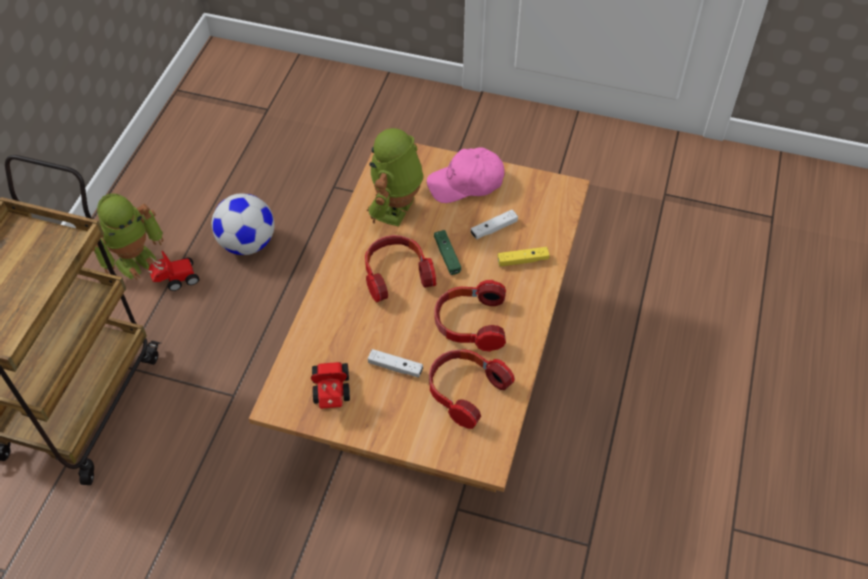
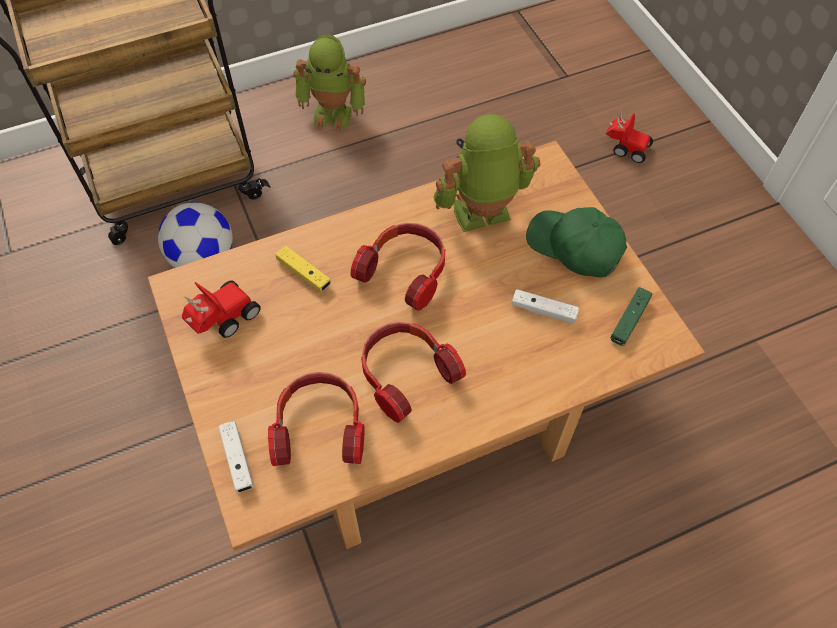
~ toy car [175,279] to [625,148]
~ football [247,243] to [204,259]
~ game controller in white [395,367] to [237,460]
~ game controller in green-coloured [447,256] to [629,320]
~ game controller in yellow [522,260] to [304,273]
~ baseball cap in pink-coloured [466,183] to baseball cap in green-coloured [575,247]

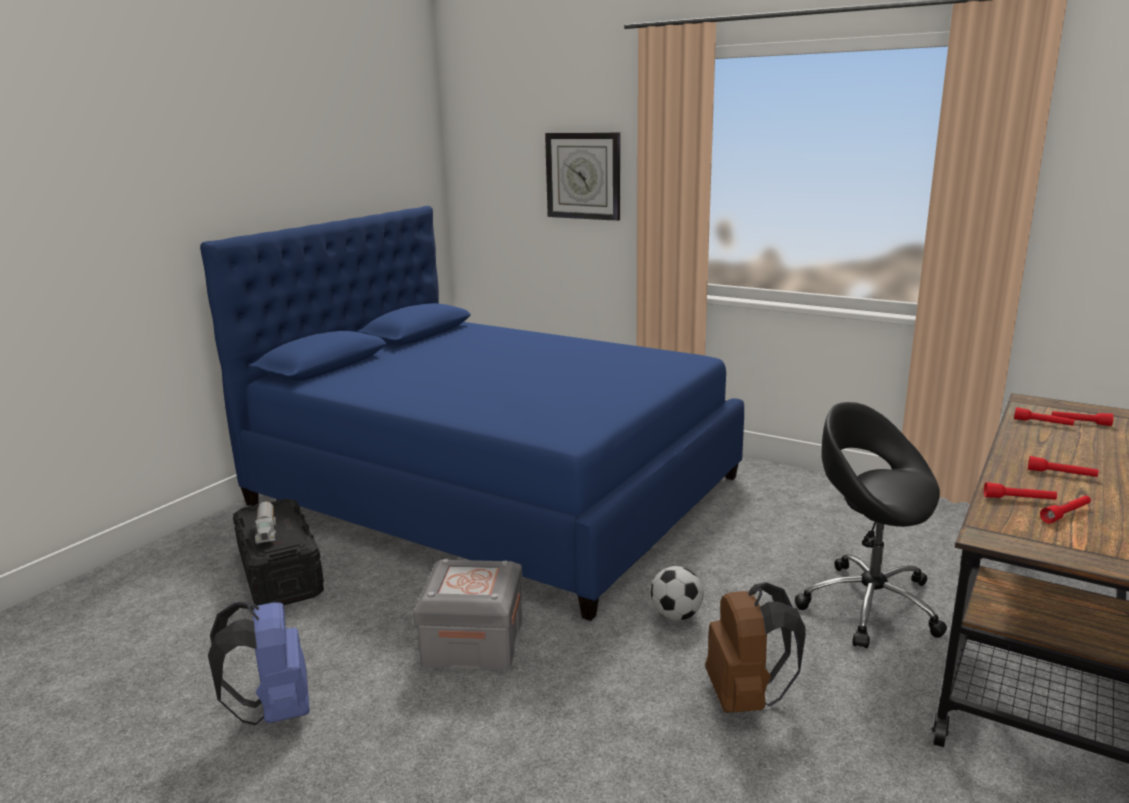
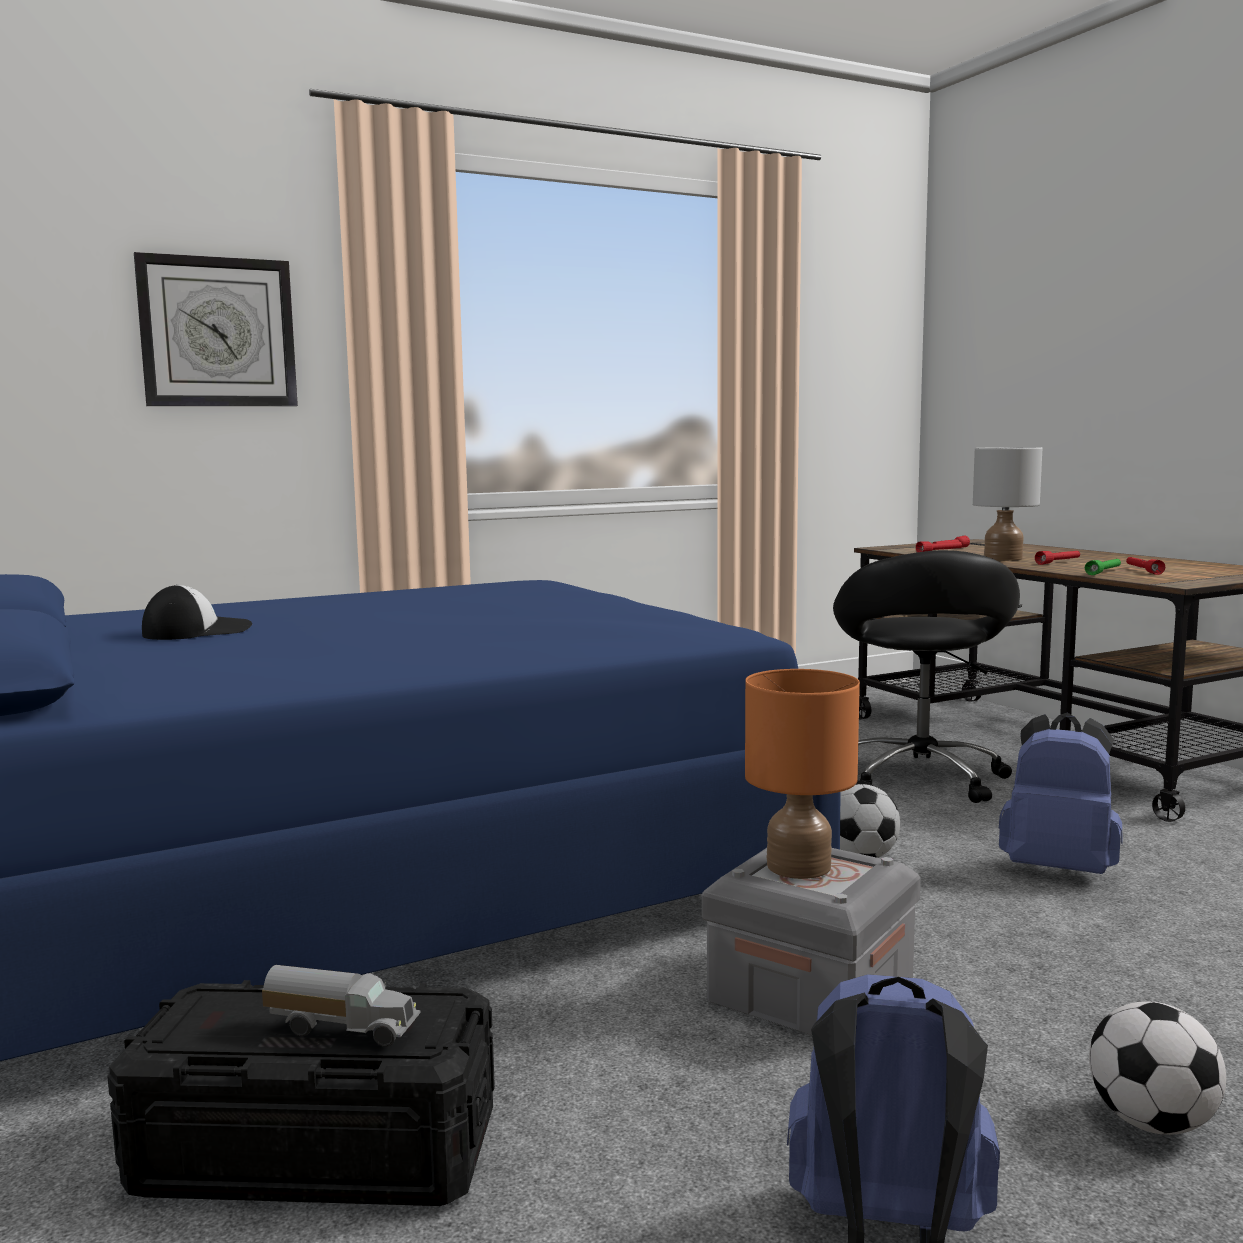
+ baseball cap [197,631]
+ lamp for a table in orangey [799,866]
+ lamp for a table in gray [1003,558]
+ football [1152,1123]
~ rucksack in brown-coloured [746,698] to rucksack in bluish [1058,868]
~ hand torch in reddish [1019,499] to hand torch in green-coloured [1104,572]
~ desk chair in black-coloured [867,604] = [919,780] 60 degrees counterclockwise

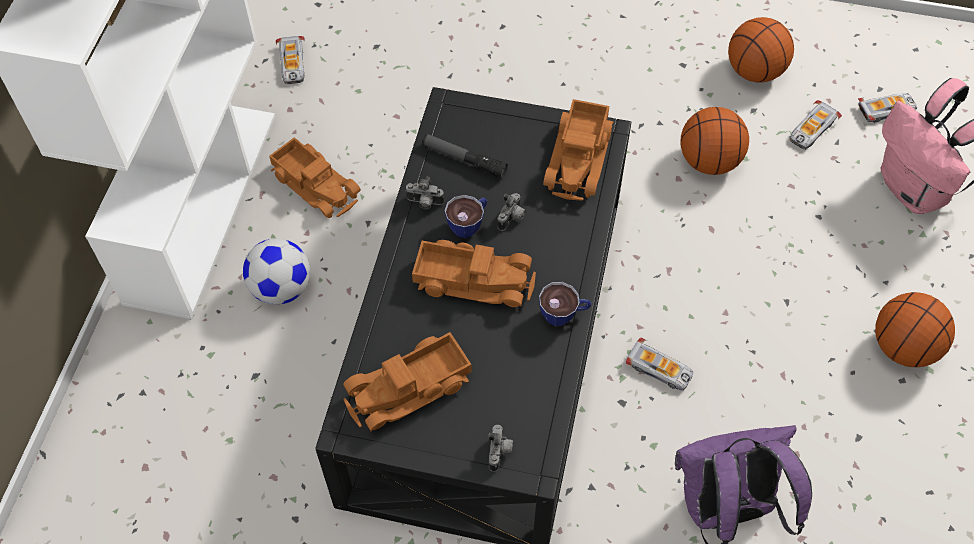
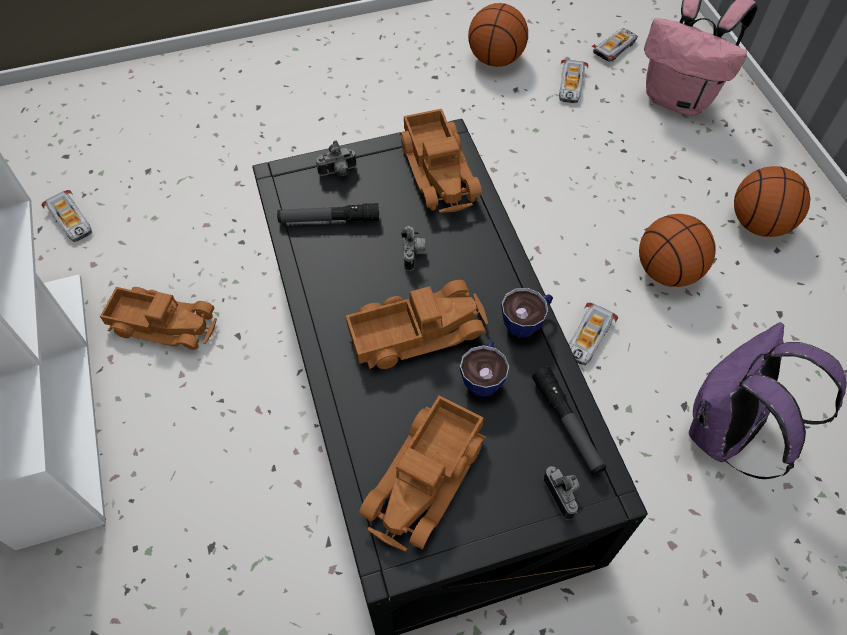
- football [281,288]
+ hand torch [567,424]
~ photo camera [424,203] to [338,172]
~ drinking cup [469,224] to [483,376]
~ ball for basketball [709,161] to [667,271]
~ toy car [659,369] = [588,338] 120 degrees clockwise

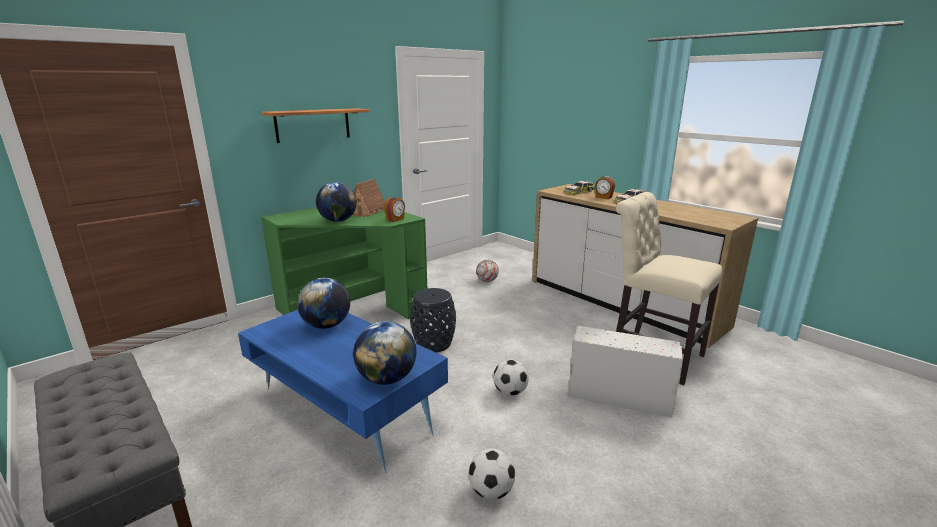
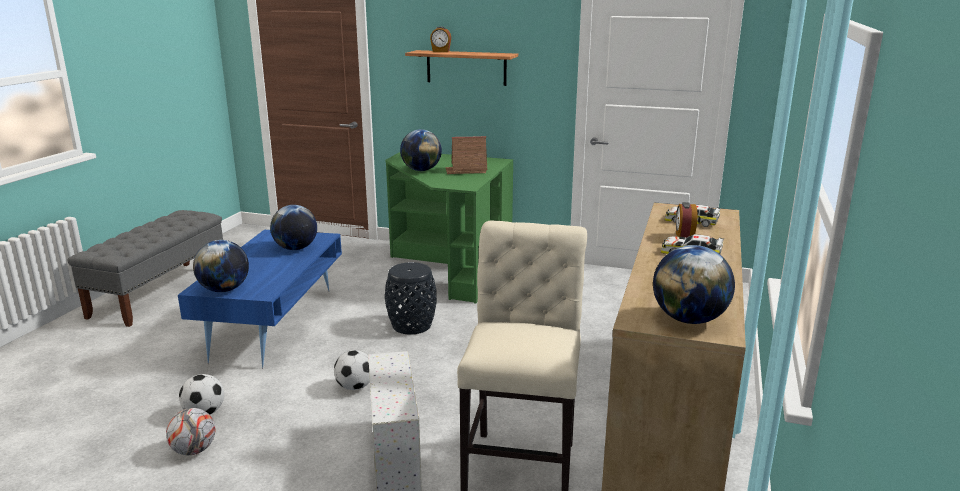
+ globe [689,319]
~ table clock [395,219] to [441,51]
~ football [487,281] to [194,450]

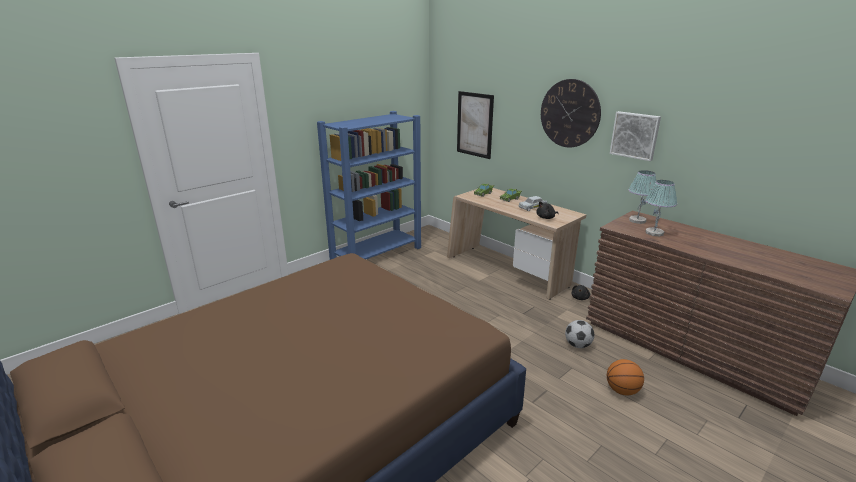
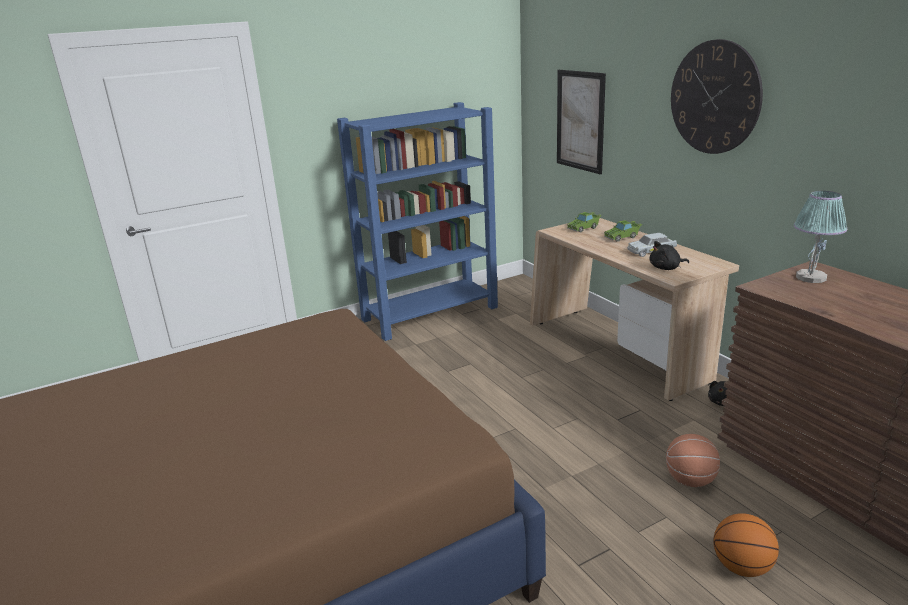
- wall picture [635,135]
- lamp for a table [654,233]
~ football [577,345] to ball for basketball [690,480]

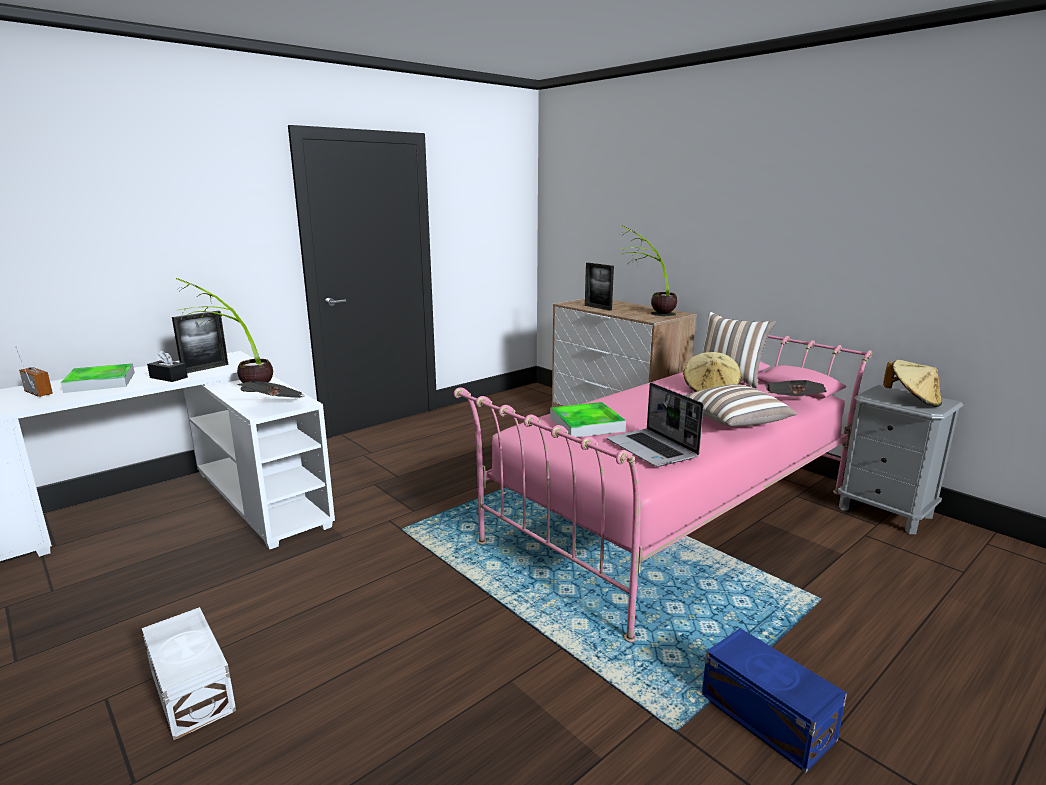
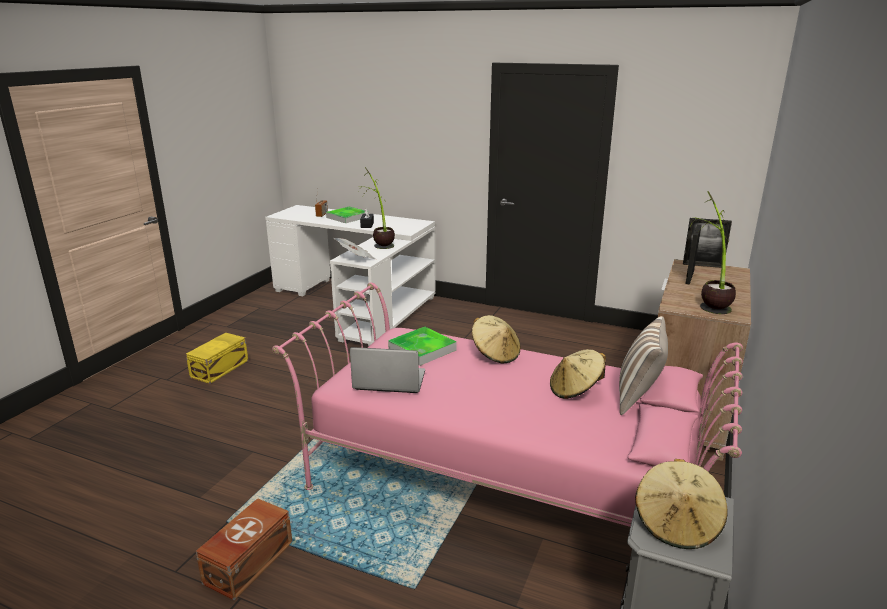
- throw pillow [732,422]
- newspaper [792,403]
+ clothing hat in beige-coloured [495,354]
~ standing frame [205,368] to [702,265]
~ storage bin in white [193,689] to storage bin in yellow [221,368]
~ storage bin in bluish [767,719] to storage bin in brown-coloured [247,563]
~ laptop [653,449] = [388,381] 60 degrees clockwise

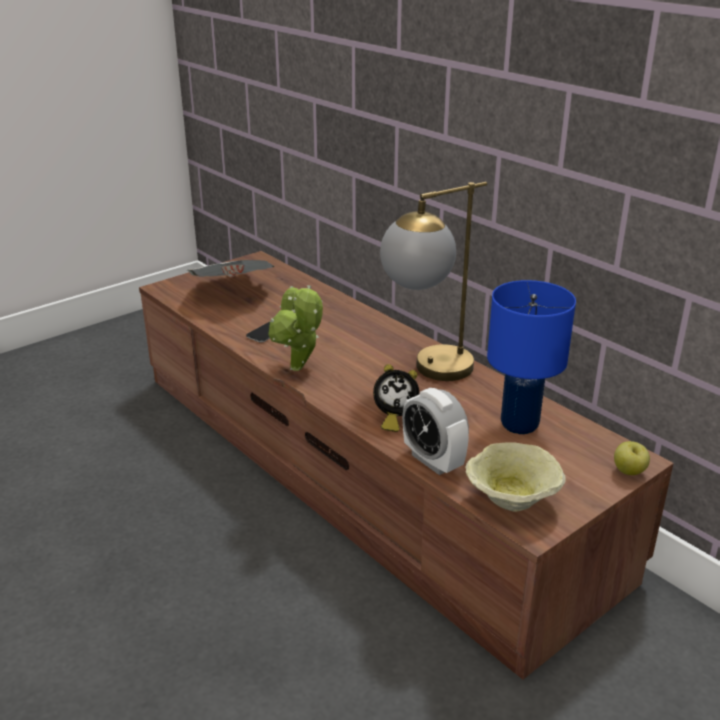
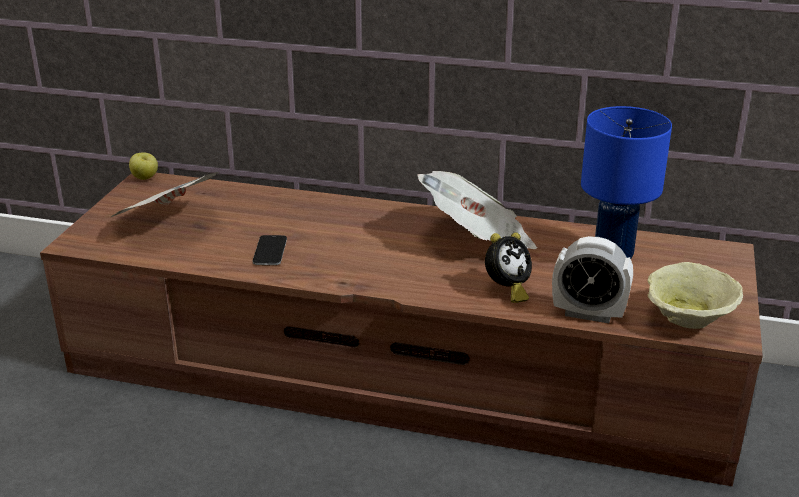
- houseplant [299,370]
~ apple fruit [629,472] to [145,178]
~ lamp for a table [427,372] to newspaper [478,238]

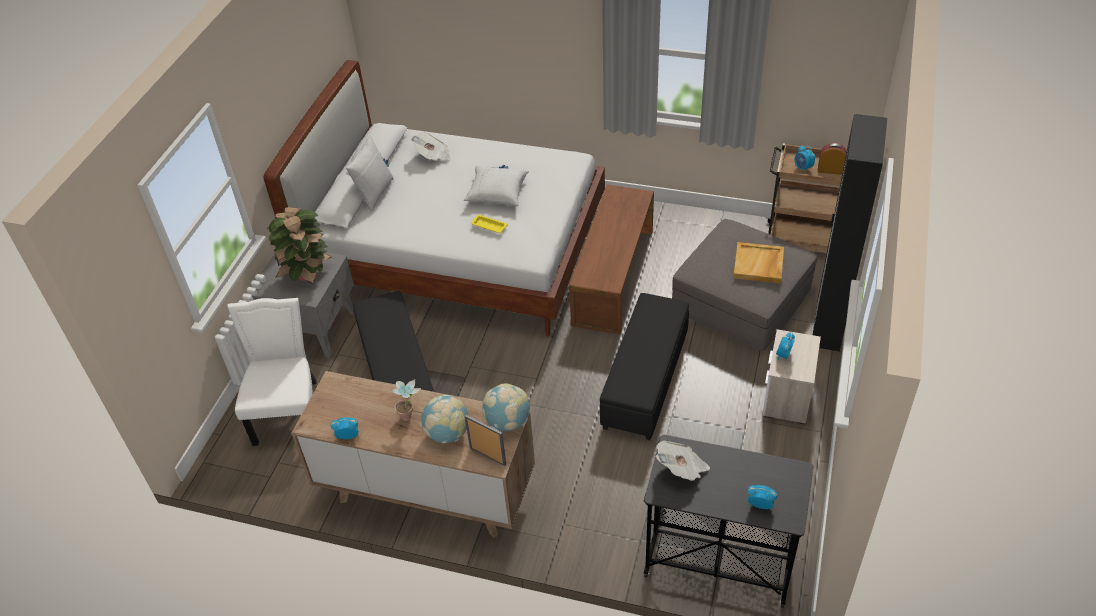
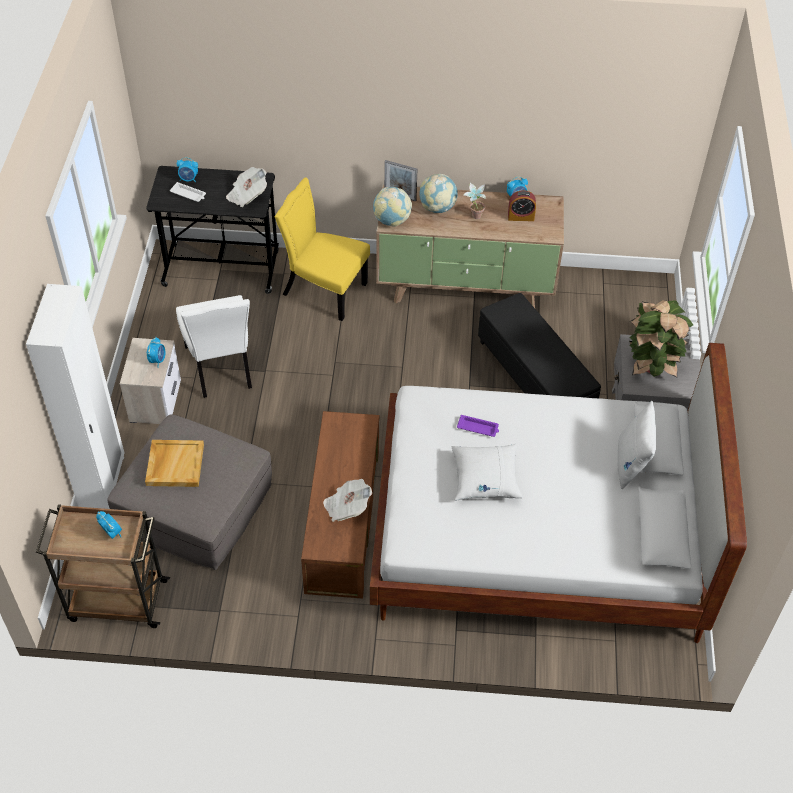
- ottoman in black-coloured [646,381]
+ serving tray in white [188,194]
+ upright chair in yellow [325,291]
~ upright chair in white [288,414] to [220,364]
~ newspaper [433,156] to [347,507]
~ table clock [830,170] to [521,217]
~ serving tray in yellow [488,226] to serving tray in purple [478,428]
~ wardrobe in black-coloured [828,325] to wardrobe in white [103,484]

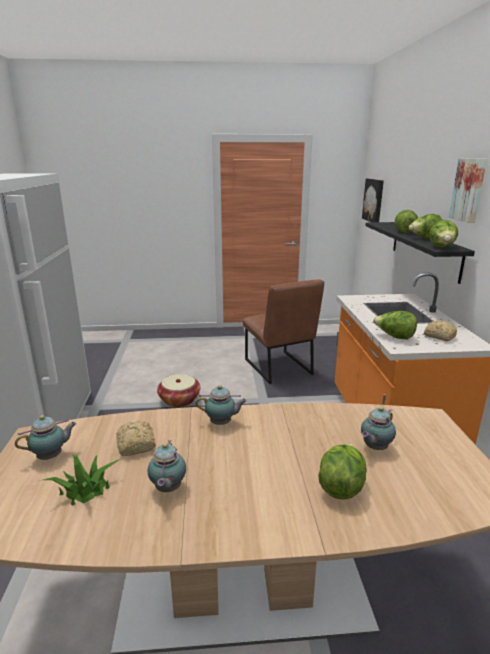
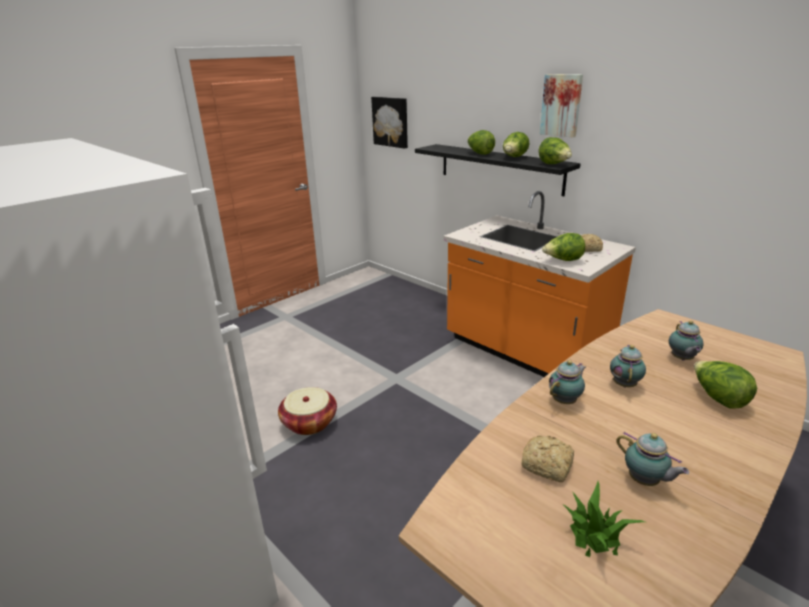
- upright chair in brown-coloured [278,367]
~ pot for tea [52,456] to [624,384]

